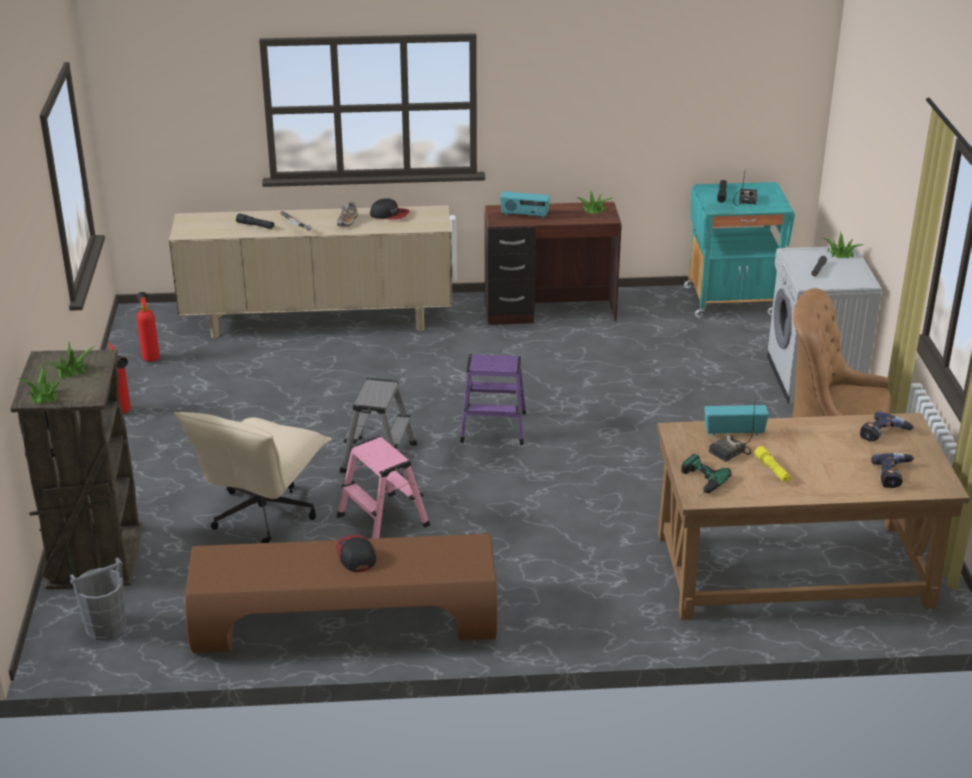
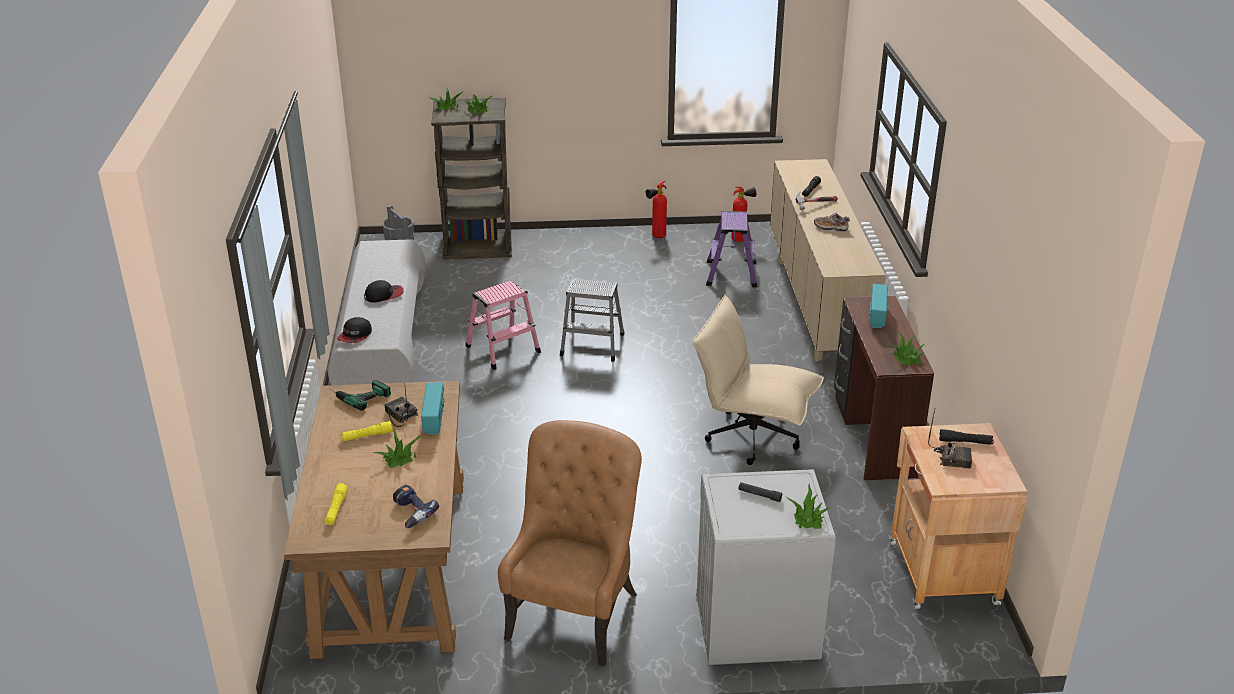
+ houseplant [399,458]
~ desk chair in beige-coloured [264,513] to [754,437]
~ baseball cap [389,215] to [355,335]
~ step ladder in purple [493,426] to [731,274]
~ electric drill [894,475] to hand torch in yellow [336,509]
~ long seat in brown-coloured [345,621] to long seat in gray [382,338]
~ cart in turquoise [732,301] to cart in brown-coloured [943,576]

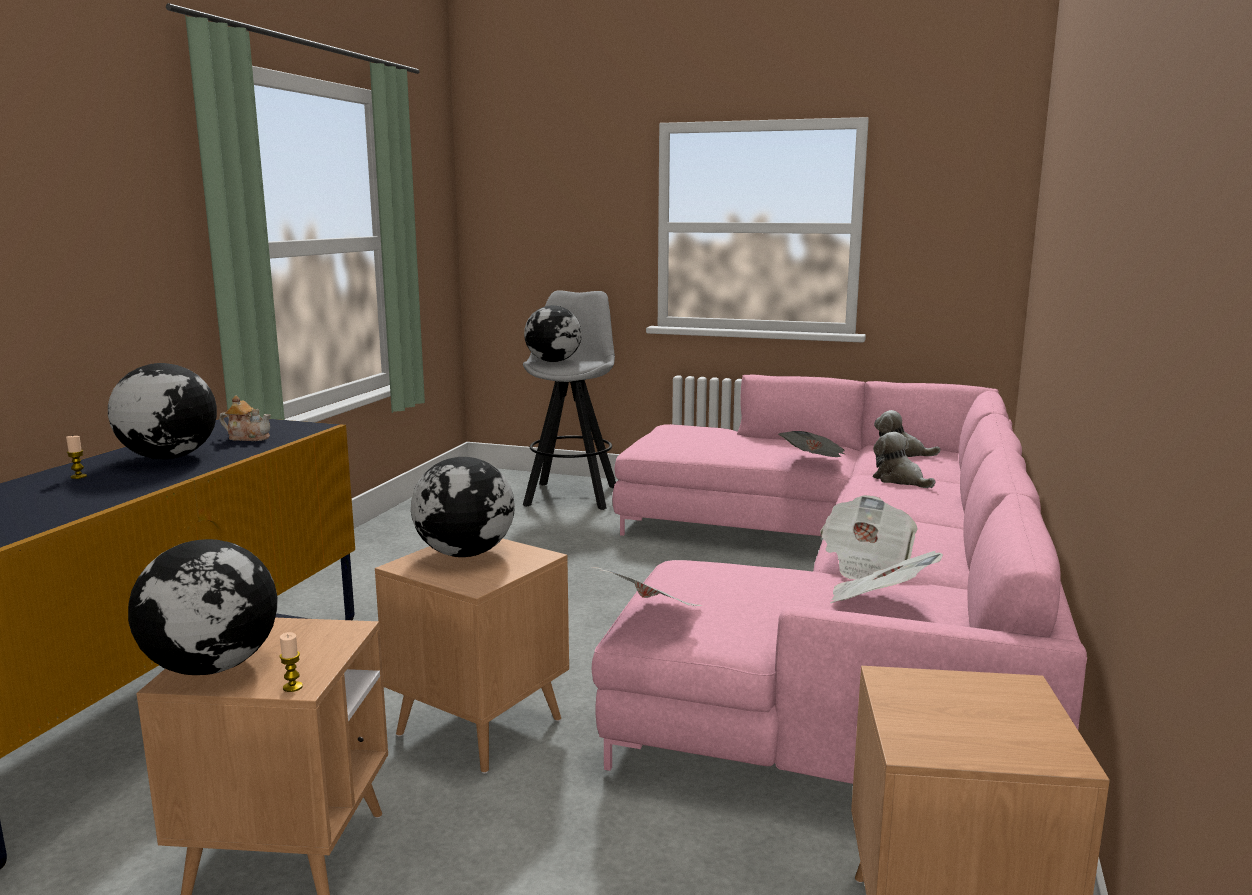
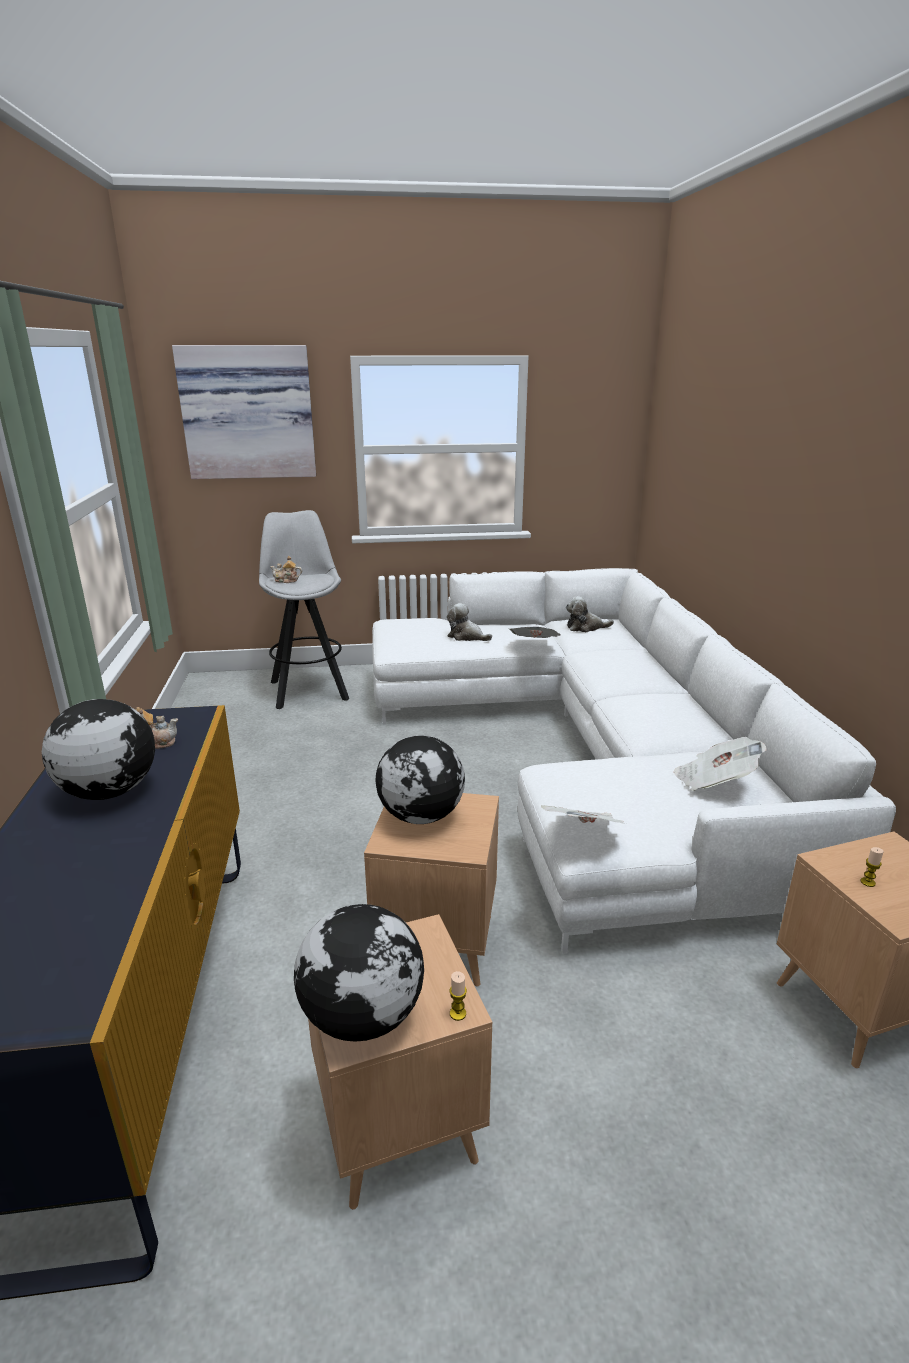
- newspaper [865,563]
+ wall picture [248,413]
~ candle [78,476] to [867,882]
~ plush toy [900,480] to [466,636]
~ globe [553,361] to pot for tea [286,580]
~ sofa in pink-coloured [839,600] to sofa in white [586,752]

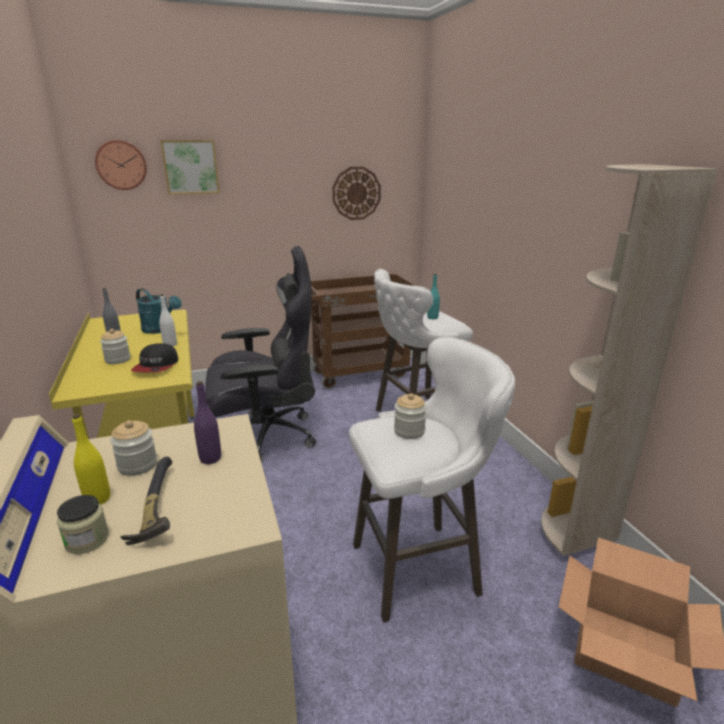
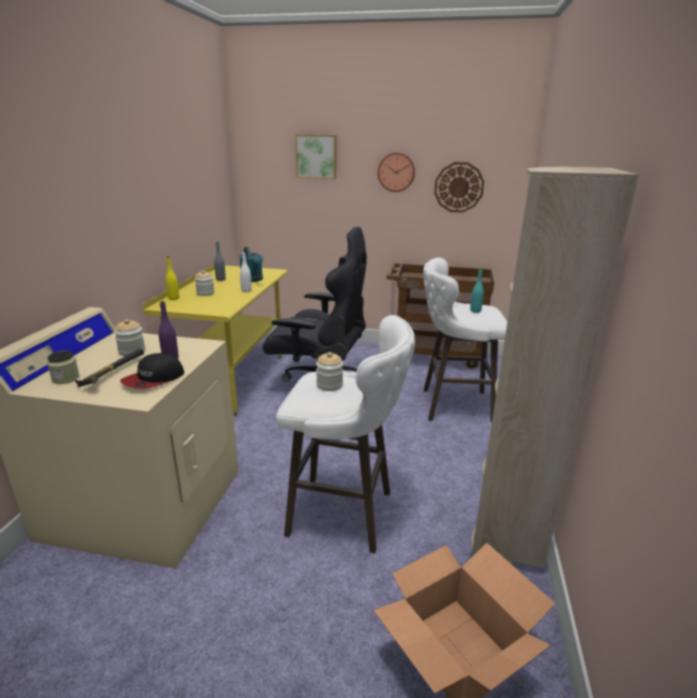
~ bottle in yellow [98,499] to [173,298]
~ hanging clock [121,165] to [396,172]
~ baseball cap [156,366] to [154,379]

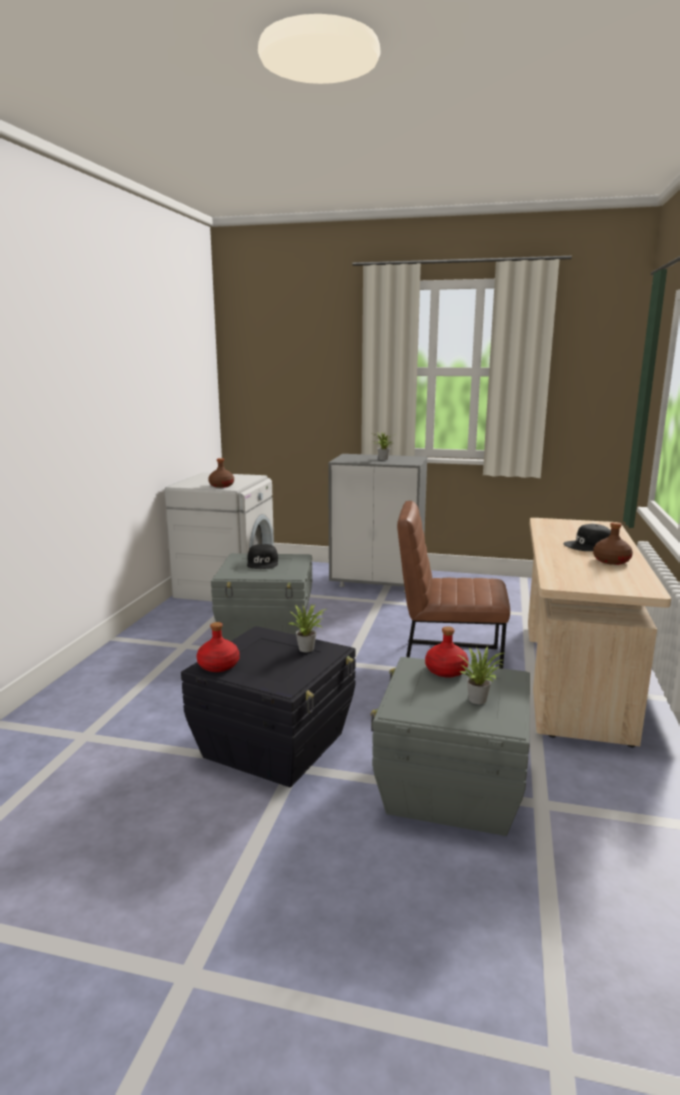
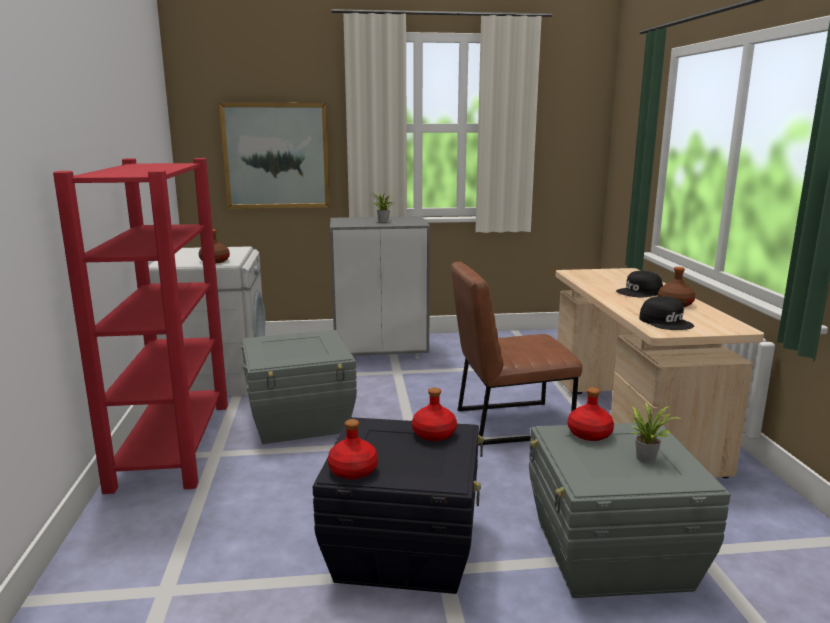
+ bookshelf in reddish [172,444]
+ wall picture [276,156]
~ baseball cap in black-coloured [263,563] to [666,322]
~ houseplant [308,649] to bottle in reddish [433,434]

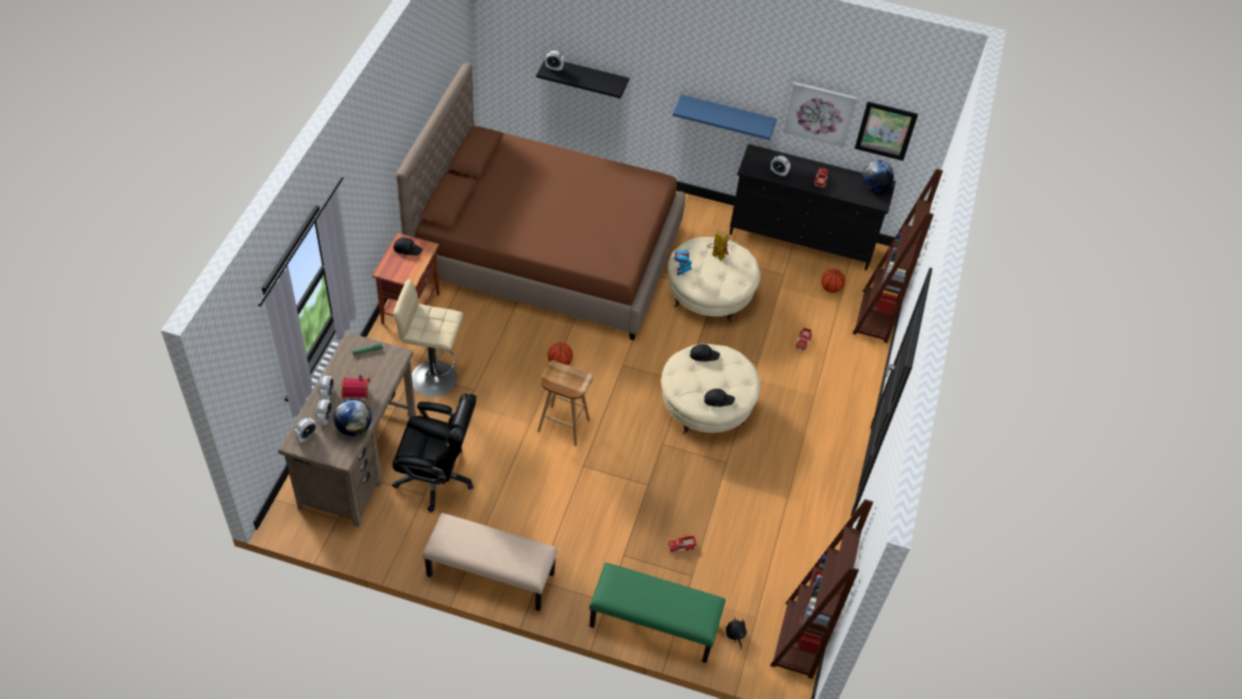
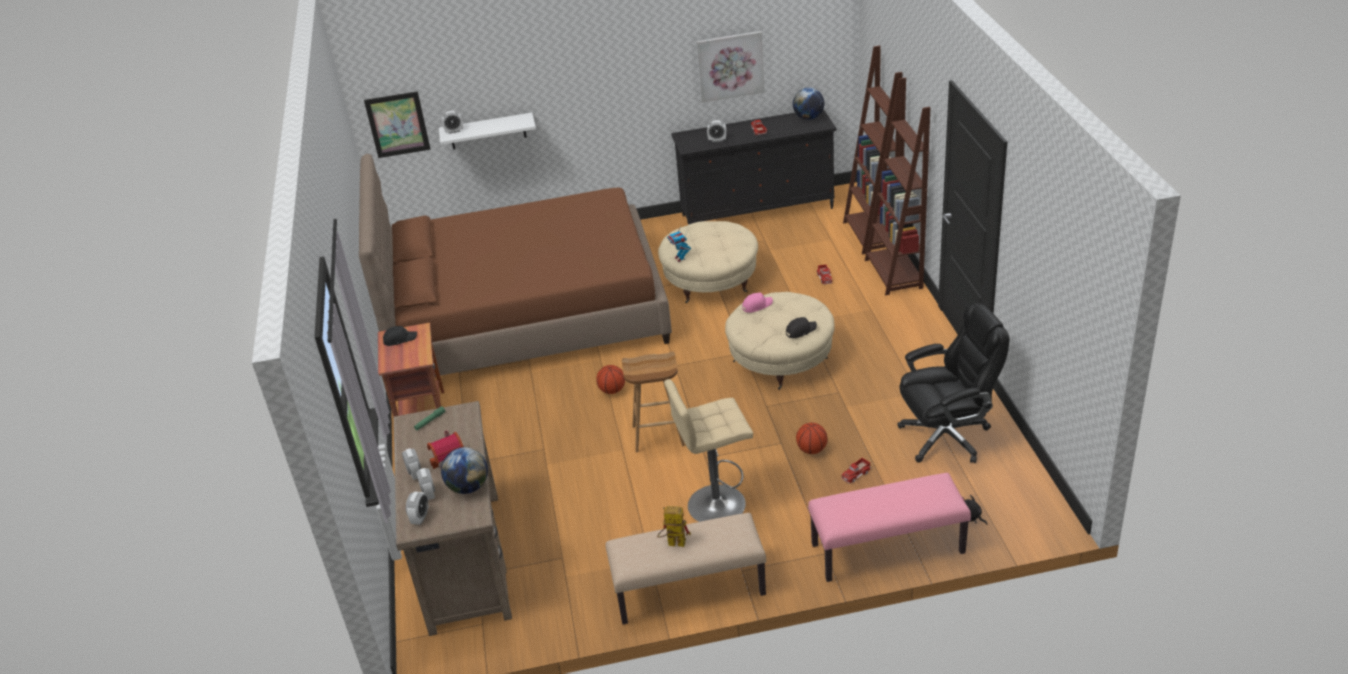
- wall shelf in bluish [727,115]
~ desk chair in black-coloured [437,477] to [947,436]
~ stool in beige-coloured [433,378] to [715,504]
~ toy robot [715,255] to [672,543]
~ bookshelf in brown-coloured [799,640] to [893,274]
~ ball for basketball [831,288] to [812,450]
~ wall picture [885,131] to [397,124]
~ wall shelf in black-coloured [586,76] to wall shelf in white [487,131]
~ long seat in green-coloured [653,625] to long seat in pink-coloured [887,549]
~ baseball cap in black-coloured [703,355] to baseball cap in pink-coloured [756,305]

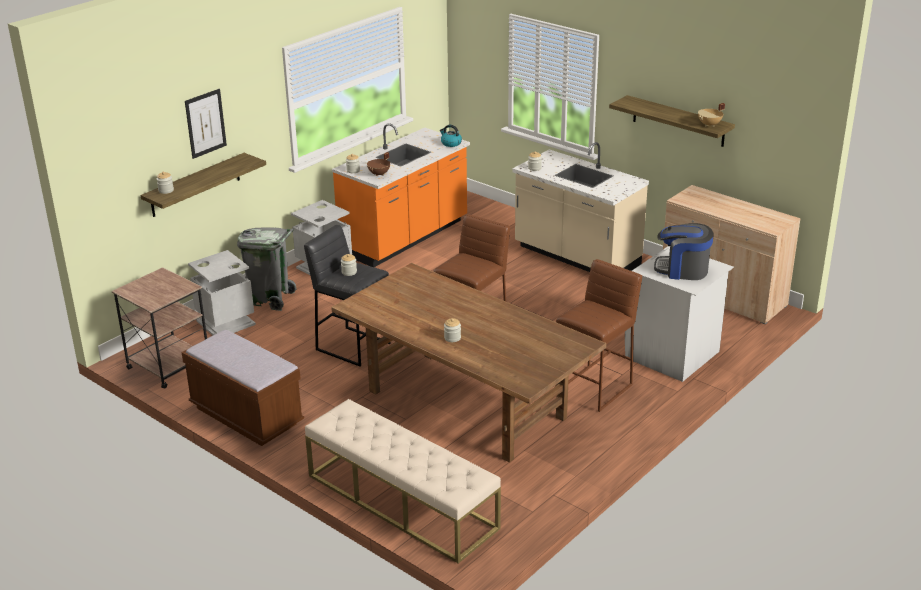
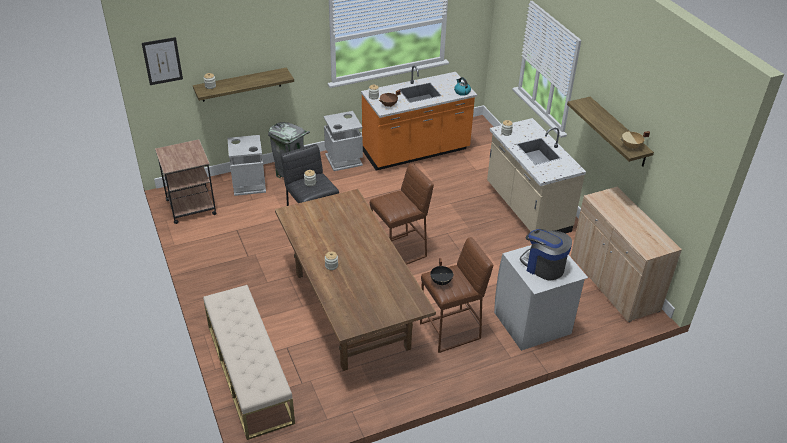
- long seat in brown-coloured [246,416]
+ stockpot in black-coloured [441,281]
~ wall picture [205,123] to [162,61]

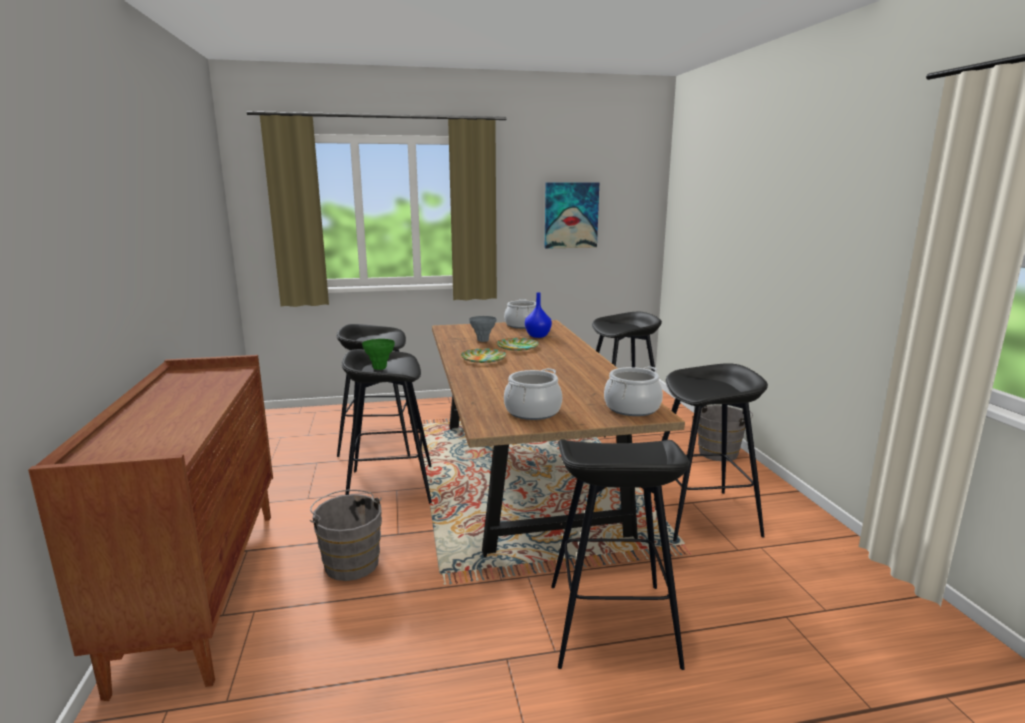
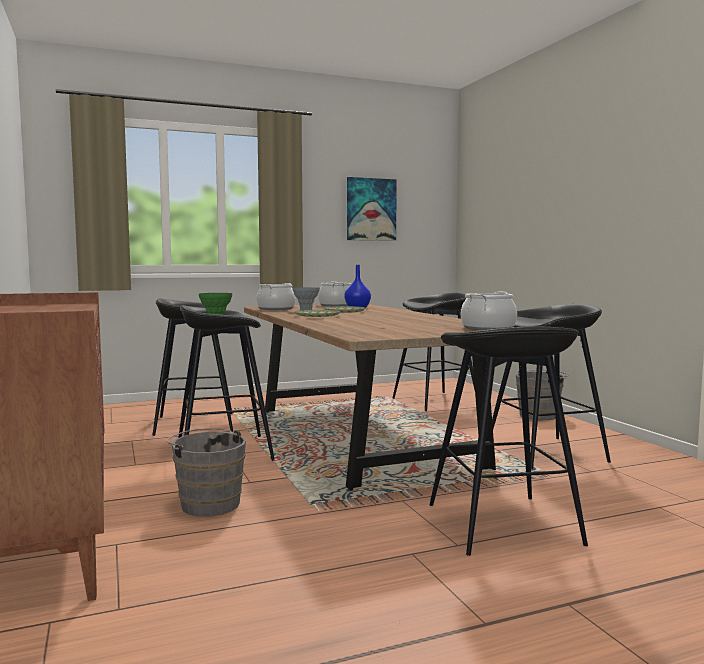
~ stockpot [532,411] to [275,309]

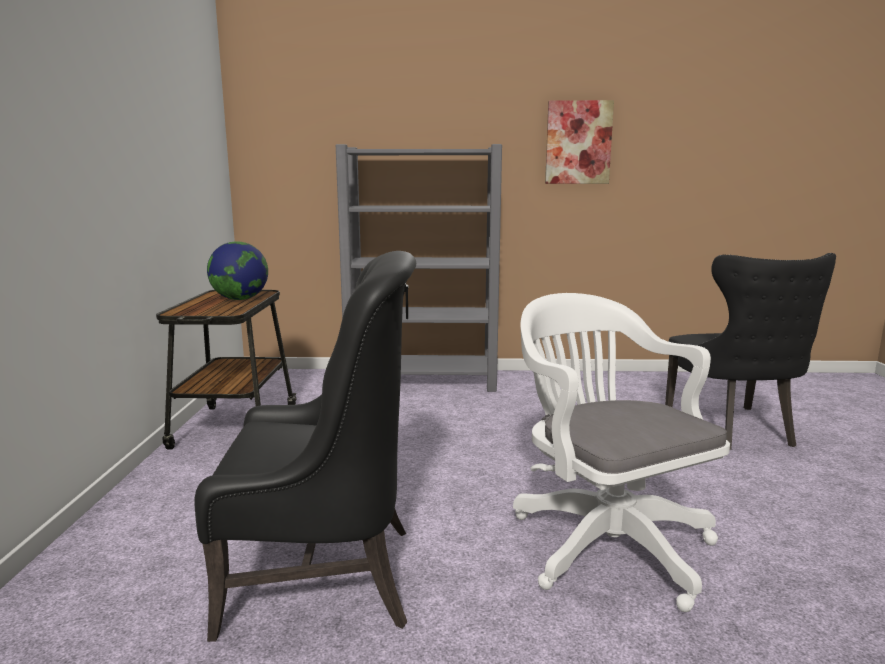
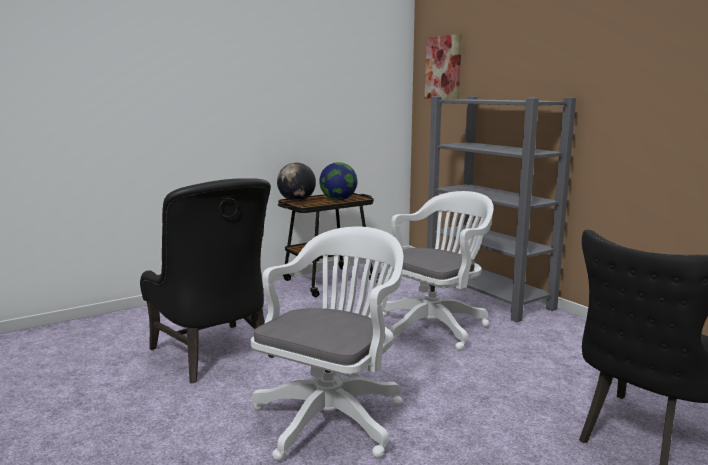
+ globe [296,201]
+ desk chair in white [435,326]
~ wall picture [578,142] to [443,67]

